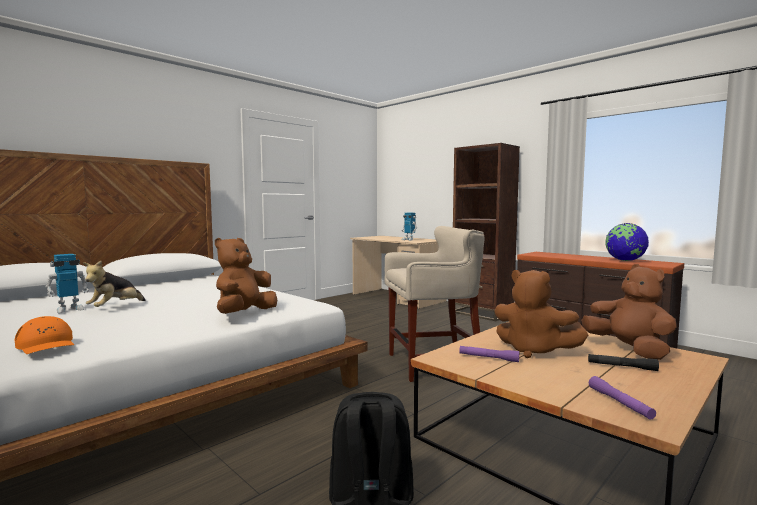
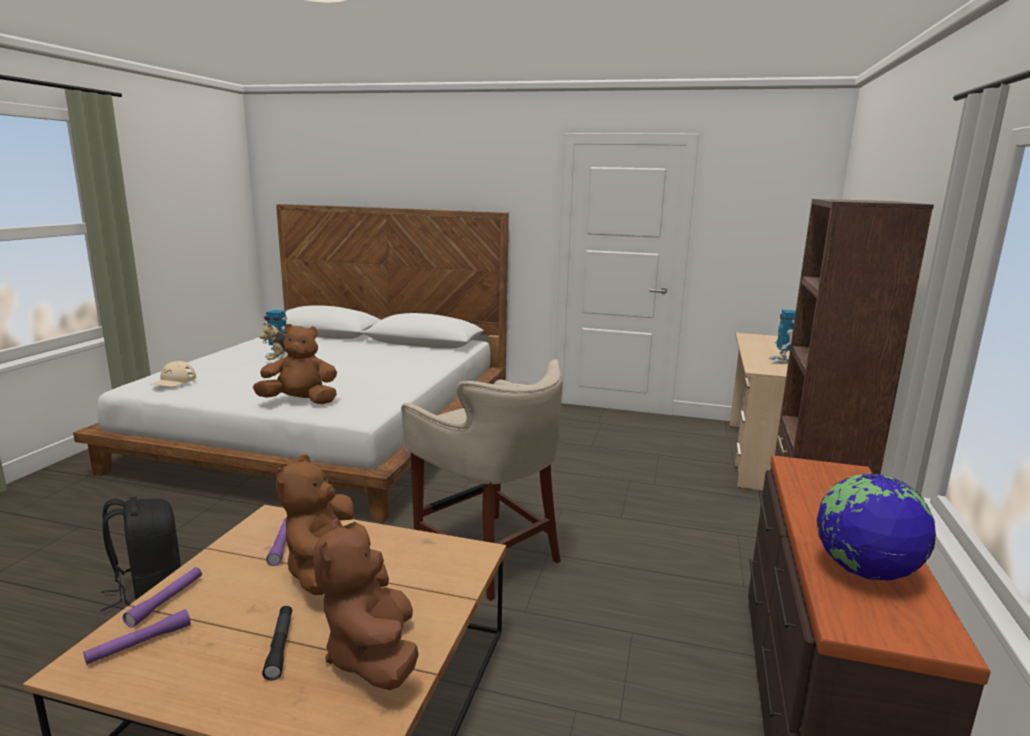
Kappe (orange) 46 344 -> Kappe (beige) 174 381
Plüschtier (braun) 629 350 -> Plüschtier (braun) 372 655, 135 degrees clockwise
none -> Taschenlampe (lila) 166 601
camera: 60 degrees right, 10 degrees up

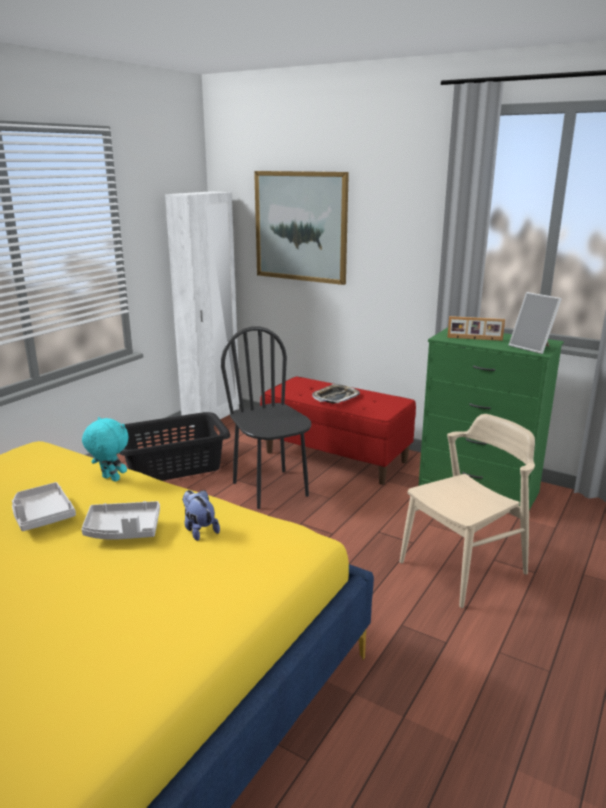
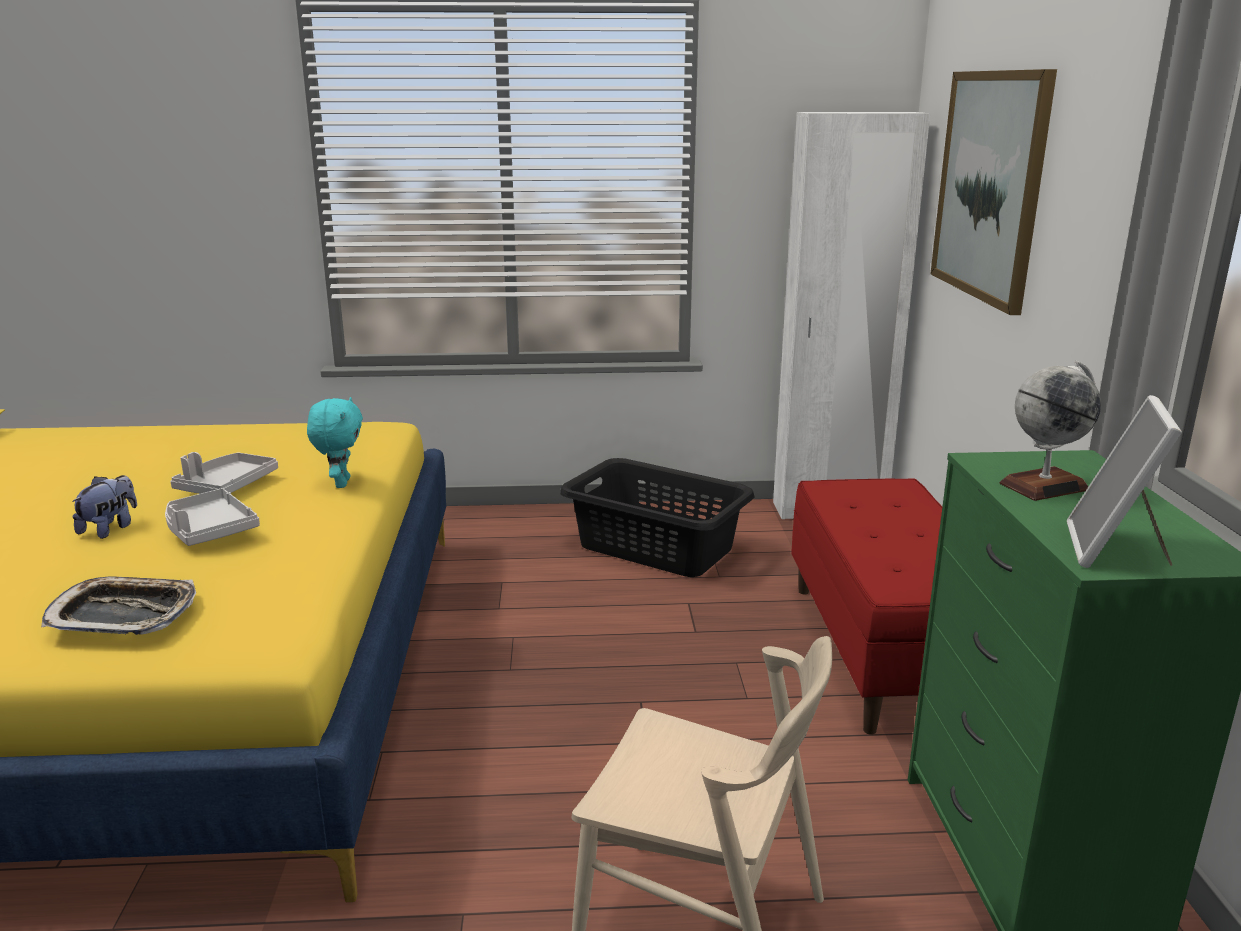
Plüschtier 199 530 -> Plüschtier 110 528, relocated
Stuhl (schwarz) 271 489 -> none
Tablett 335 397 -> Tablett 124 614, relocated
Bilderrahmen 474 339 -> Globus 1044 486
camera: 55 degrees right, 0 degrees up

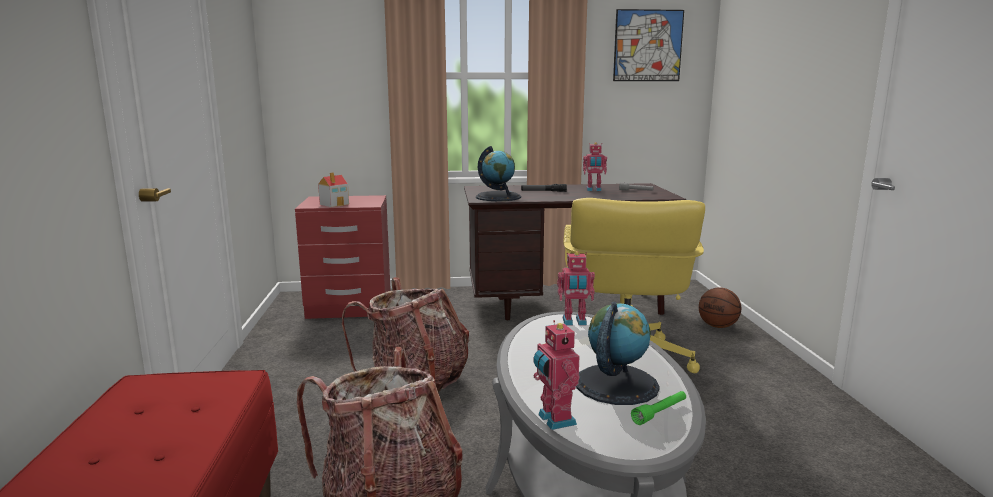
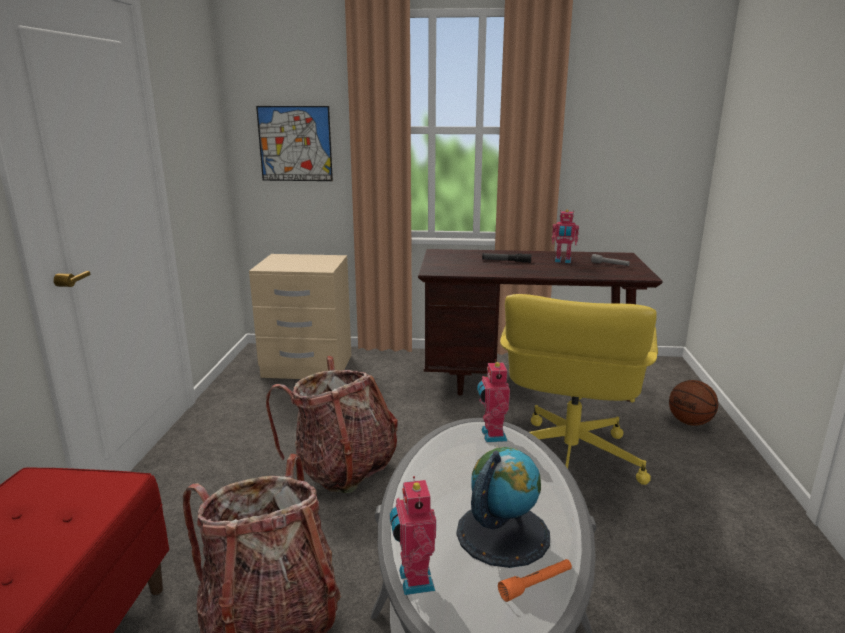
Nachttisch (rot) 349 307 -> Nachttisch (beige) 307 367
Spielzeughaus 334 204 -> none
Globus 498 197 -> none
Spielzeugroboter 574 322 -> Spielzeugroboter 491 435, 75 degrees clockwise
Bild 648 45 -> Bild 295 144, relocated
Taschenlampe (grün) 660 413 -> Taschenlampe (orange) 536 585
camera: 10 degrees right, 5 degrees up

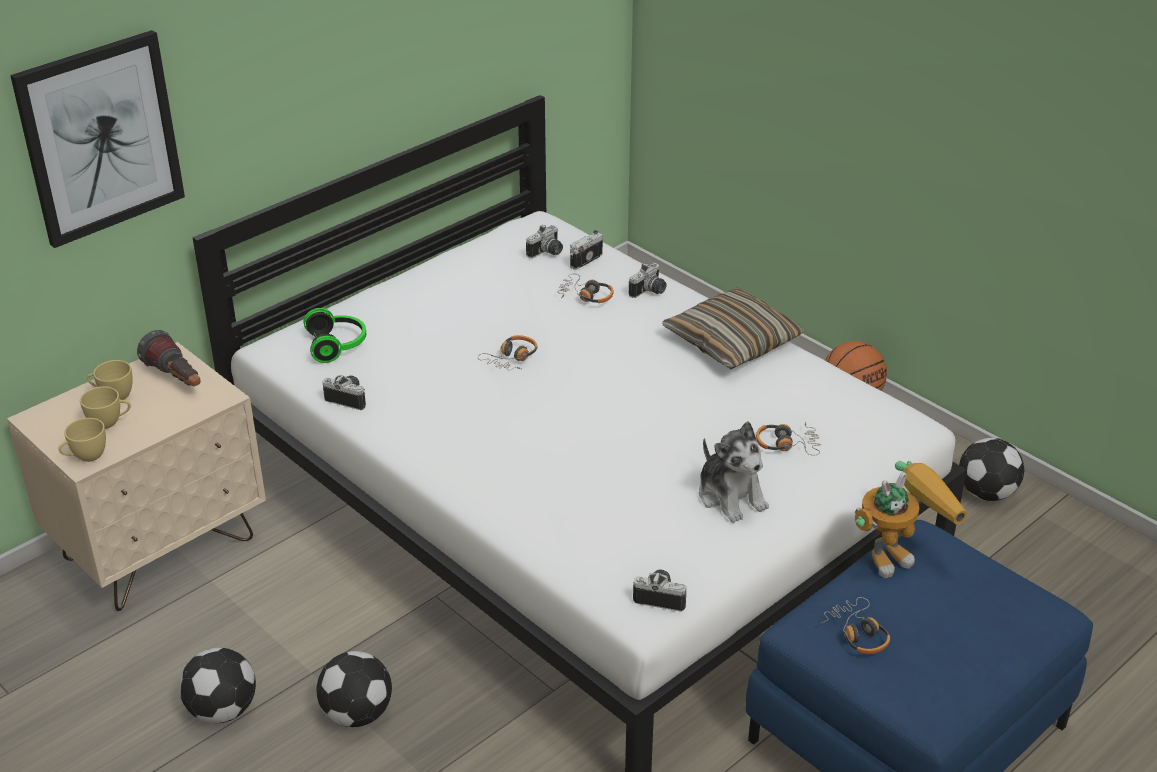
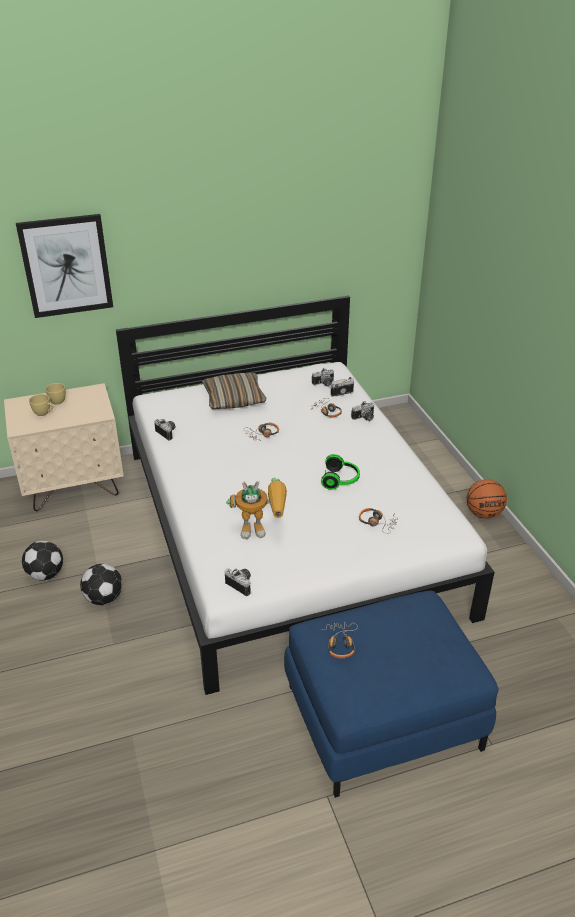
Tasse (gelb) 85 457 -> none
Taschenlampe 177 379 -> none
Kopfhörer 337 345 -> Kopfhörer 341 480, relocated
Kissen 732 342 -> Kissen 234 399, relocated
Plüschtier 731 496 -> none
Spielzeugroboter 898 552 -> Spielzeugroboter 262 529, relocated
Fußball 987 494 -> none
camera: 25 degrees right, 0 degrees up

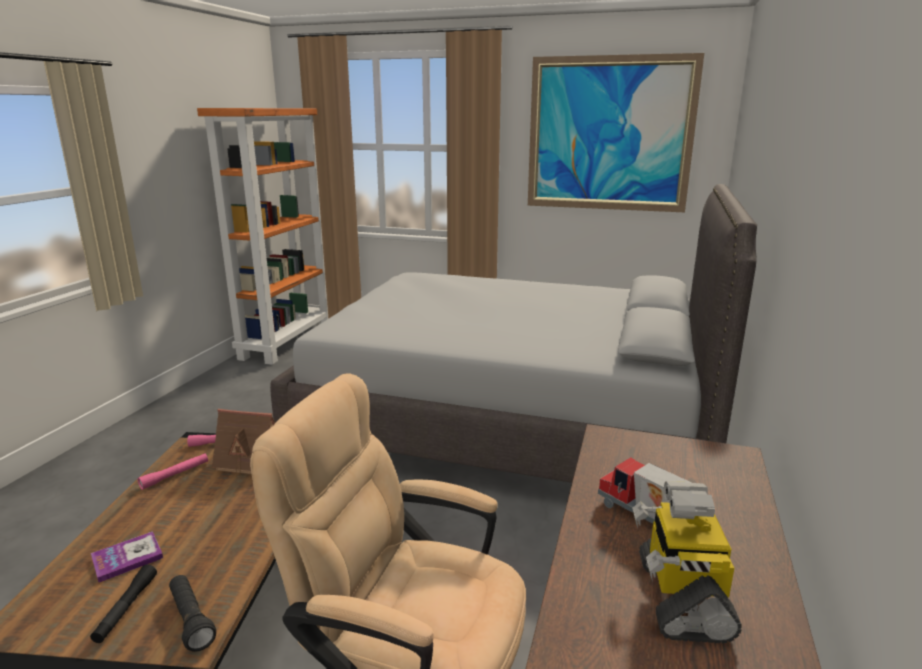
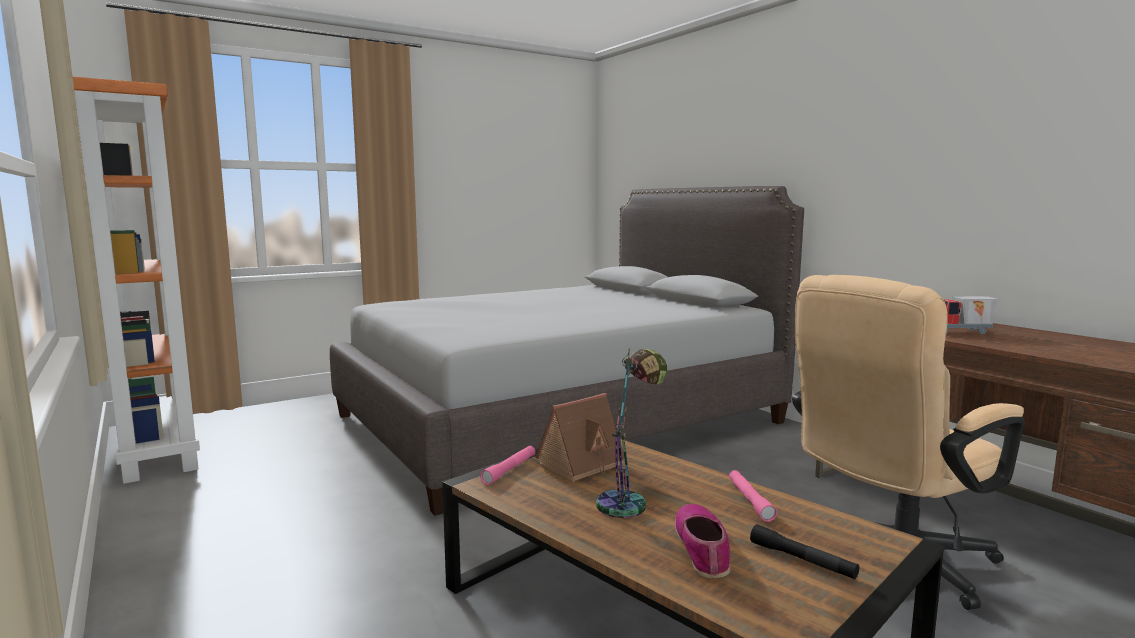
Buch 127 558 -> Schuh 703 548
Taschenlampe (rosa) 175 475 -> Taschenlampe (rosa) 750 501, relocated
Taschenlampe (schwarz) 191 620 -> none
Bild 609 134 -> none
Spielzeugroboter 680 597 -> none
none -> Tischlampe 629 501
camera: 50 degrees left, 10 degrees down

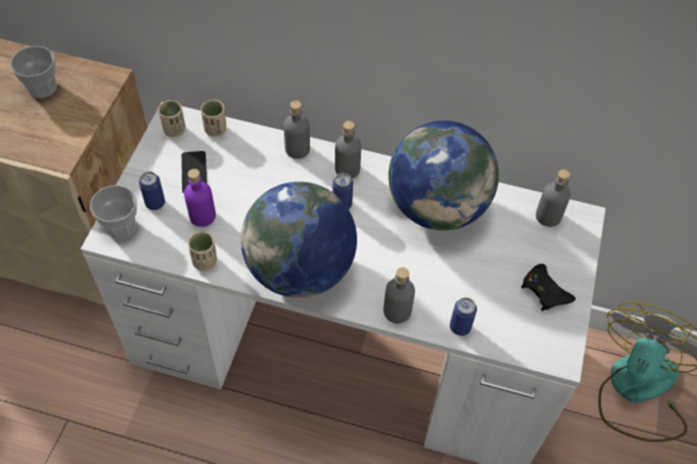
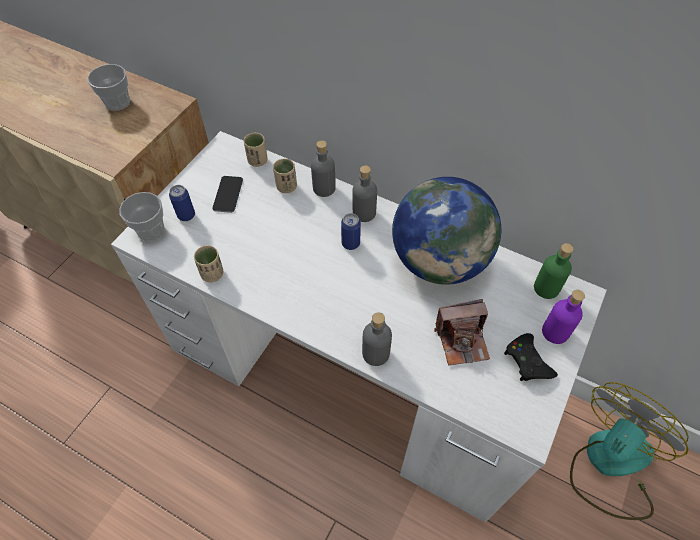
Tasse (beige) 174 130 -> Tasse (beige) 286 187, relocated
Flasche (lila) 202 216 -> Flasche (lila) 555 332, relocated
Globus 300 270 -> none
Dose 460 327 -> none
Flasche (grau) 548 216 -> Flasche (grün) 546 288
none -> Kamera 462 340
camera: 15 degrees right, 0 degrees up

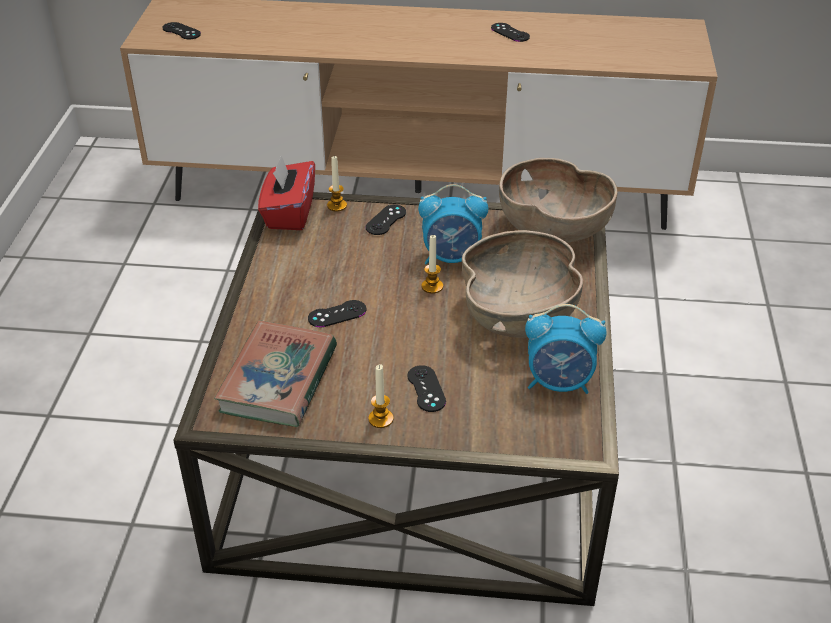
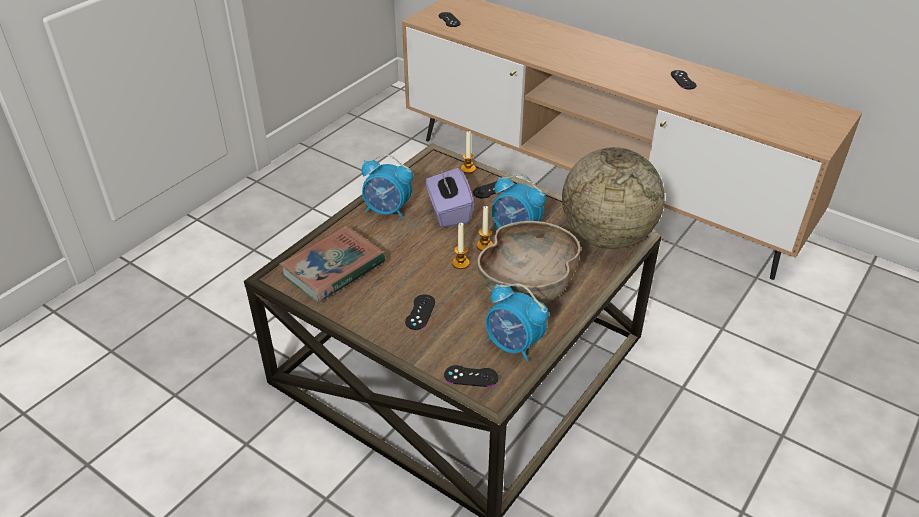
Taschentuchbox (rot) 289 213 -> none
Gamepad (schwarz) 337 314 -> Gamepad (schwarz) 471 376, relocated
Kerze 380 419 -> Kerze 460 263, relocated
Schüssel (braun) 552 230 -> Globus 606 237
none -> Wecker 388 211
none -> Taschentuchbox (lila) 448 212
camera: 30 degrees right, 0 degrees up

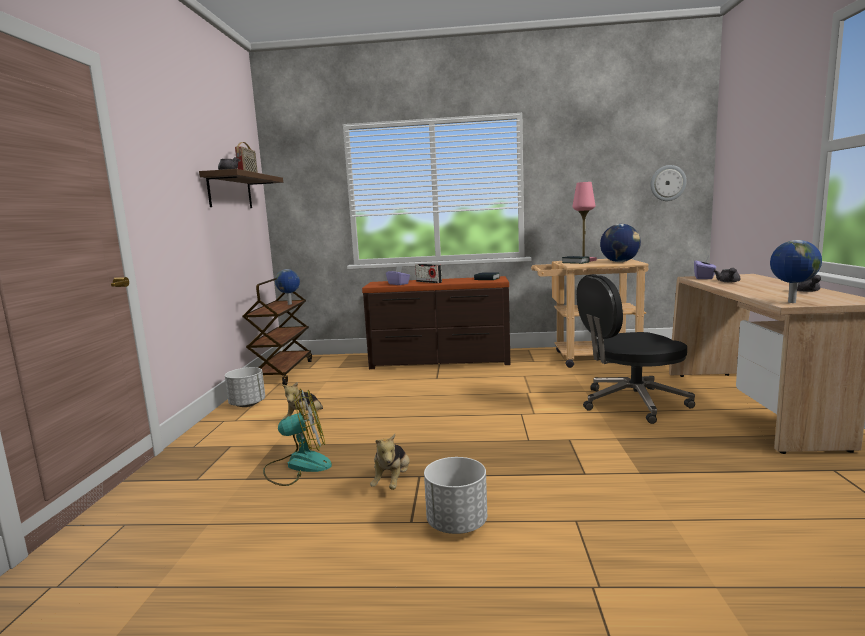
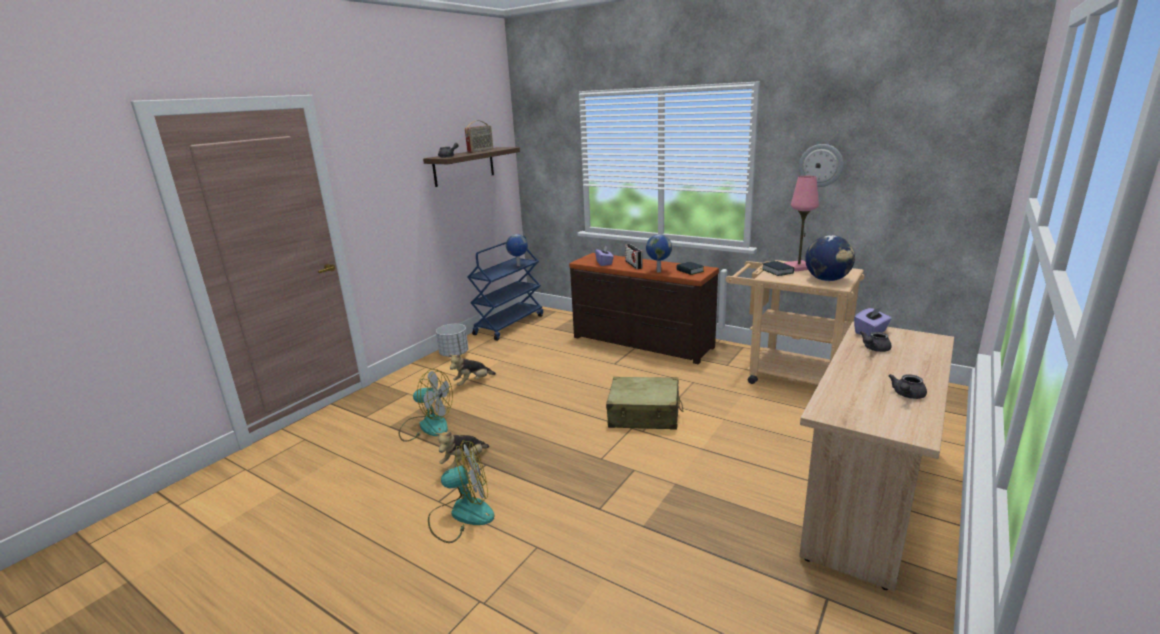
Rollwagen (braun) 283 372 -> Rollwagen (blau) 509 324
Pflanzkübel (weiß) 456 524 -> Ventilator 461 515
Bürostuhl (schwarz) 631 403 -> none
Wanduhr 667 183 -> Wanduhr 821 165, relocated
Globus 791 302 -> Globus 658 271, relocated
none -> Koffer (beige) 644 414
camera: 30 degrees right, 10 degrees up

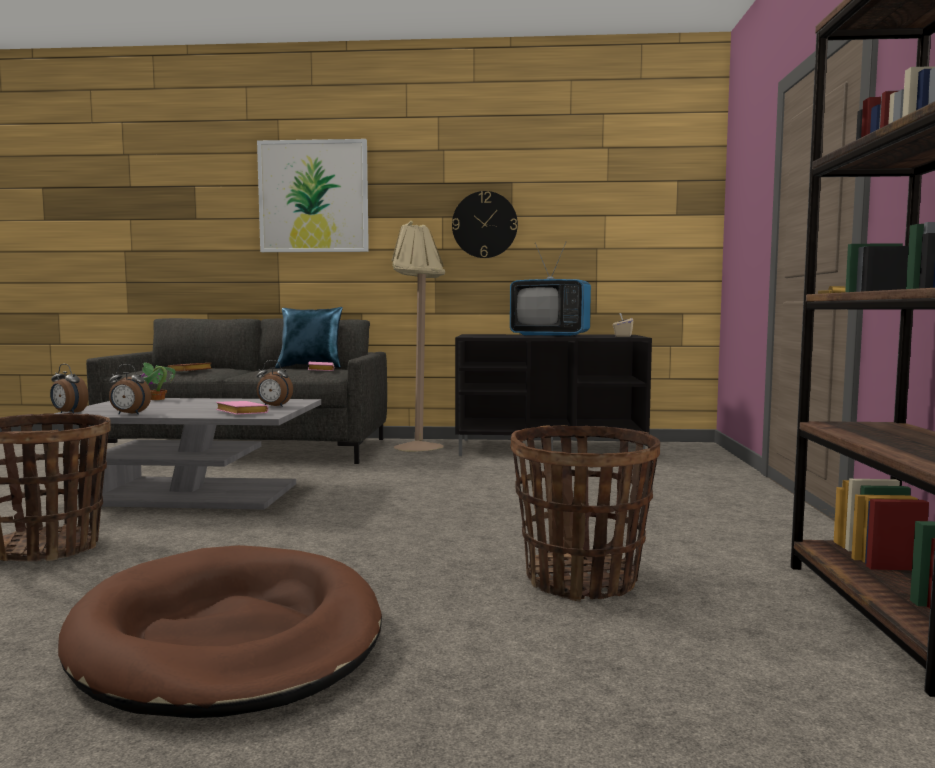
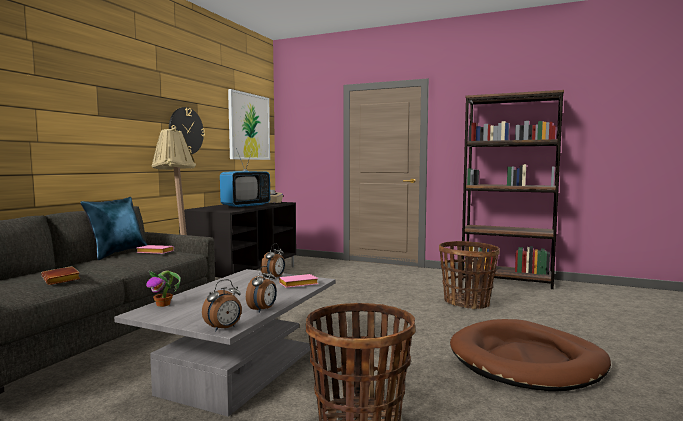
Bild 313 196 -> Bild 249 127, relocated
camera: 70 degrees left, 0 degrees up

